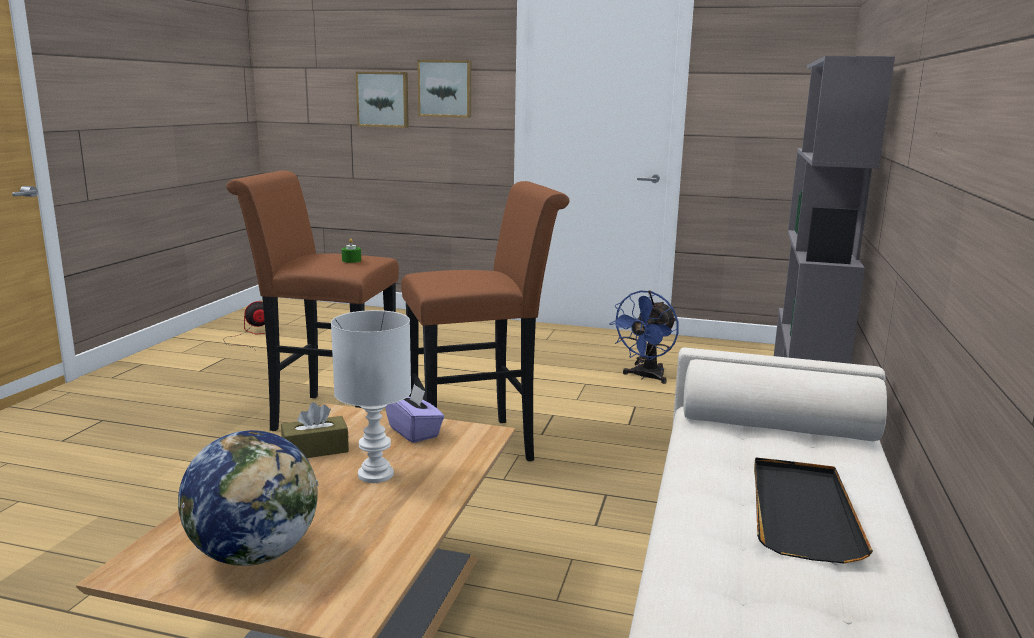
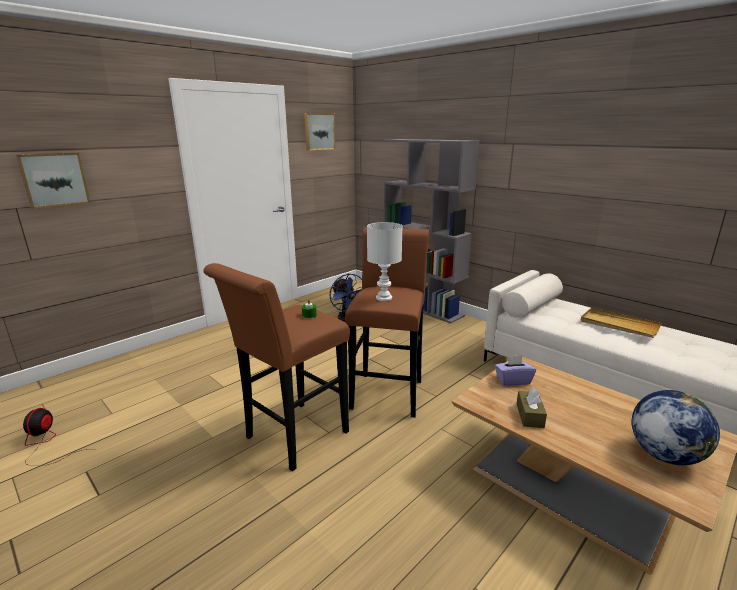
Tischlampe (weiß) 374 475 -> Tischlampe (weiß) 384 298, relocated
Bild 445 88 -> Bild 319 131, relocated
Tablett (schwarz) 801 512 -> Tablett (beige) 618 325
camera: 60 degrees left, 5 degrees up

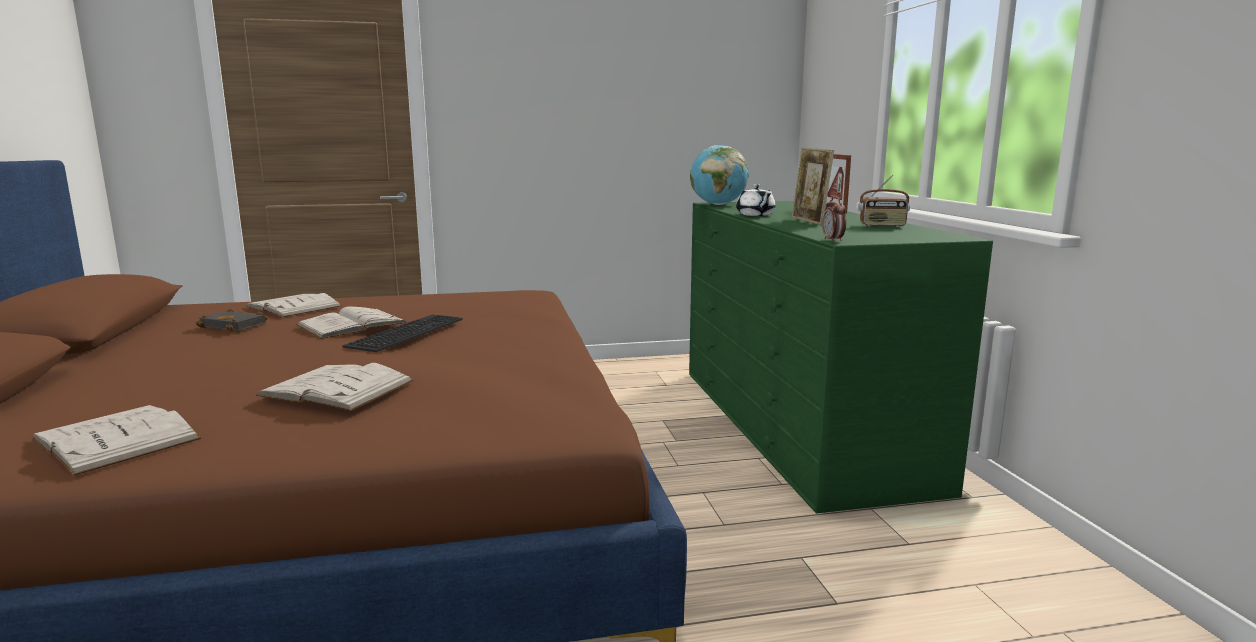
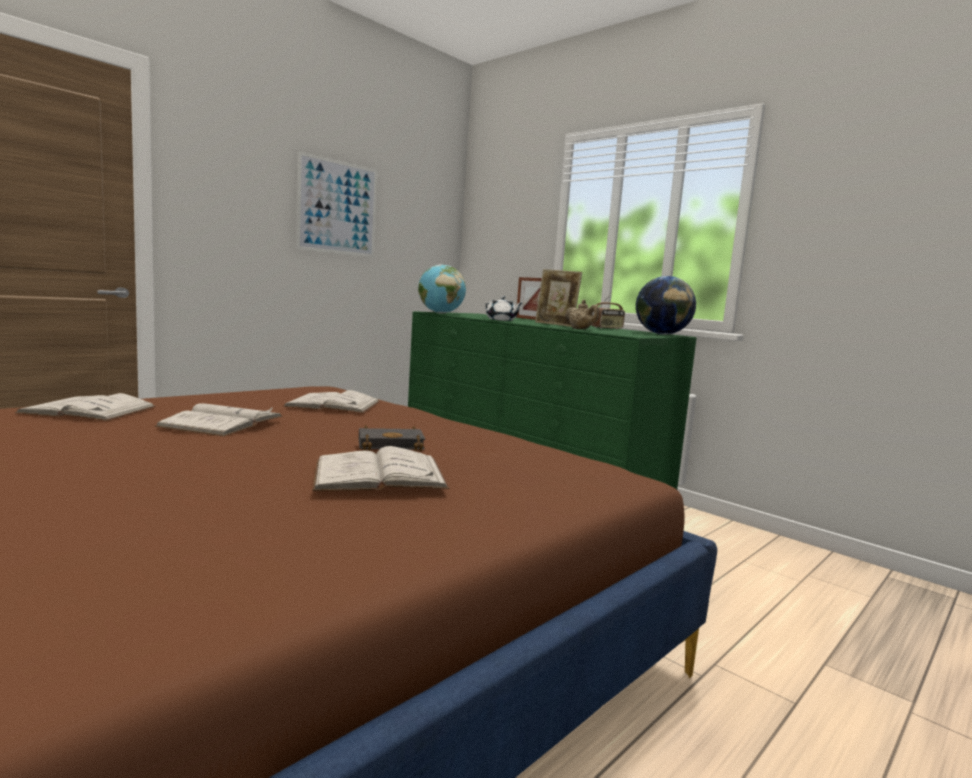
Buch (weiß) 116 439 -> Buch (weiß) 333 404, relocated
Buch (schwarz) 236 325 -> Buch (schwarz) 392 444, relocated
Tastatur 405 332 -> none
Wecker 833 240 -> none
none -> Bild 337 207
none -> Teekanne (beige) 581 329
none -> Globus 662 334
camera: 35 degrees left, 5 degrees down

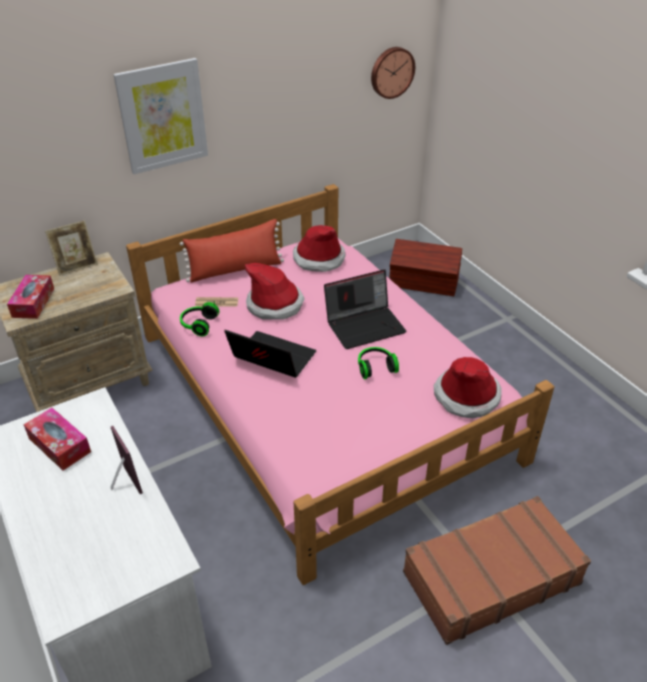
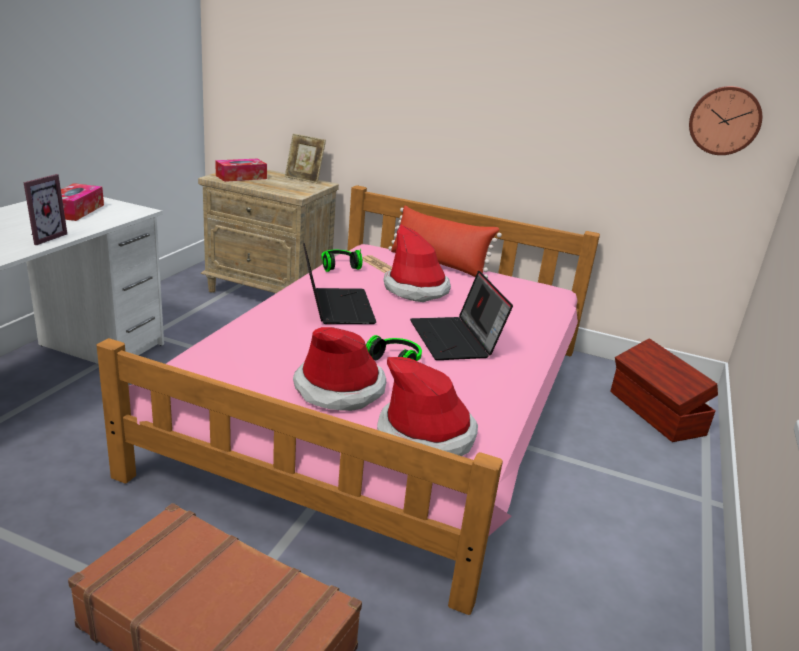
Bild 162 116 -> none
Hut 319 258 -> Hut 339 388, relocated
Laptop 365 325 -> Laptop 456 340, 45 degrees clockwise
camera: 50 degrees right, 15 degrees down

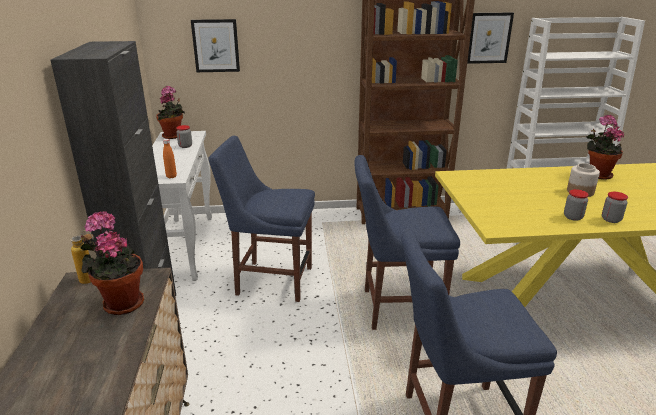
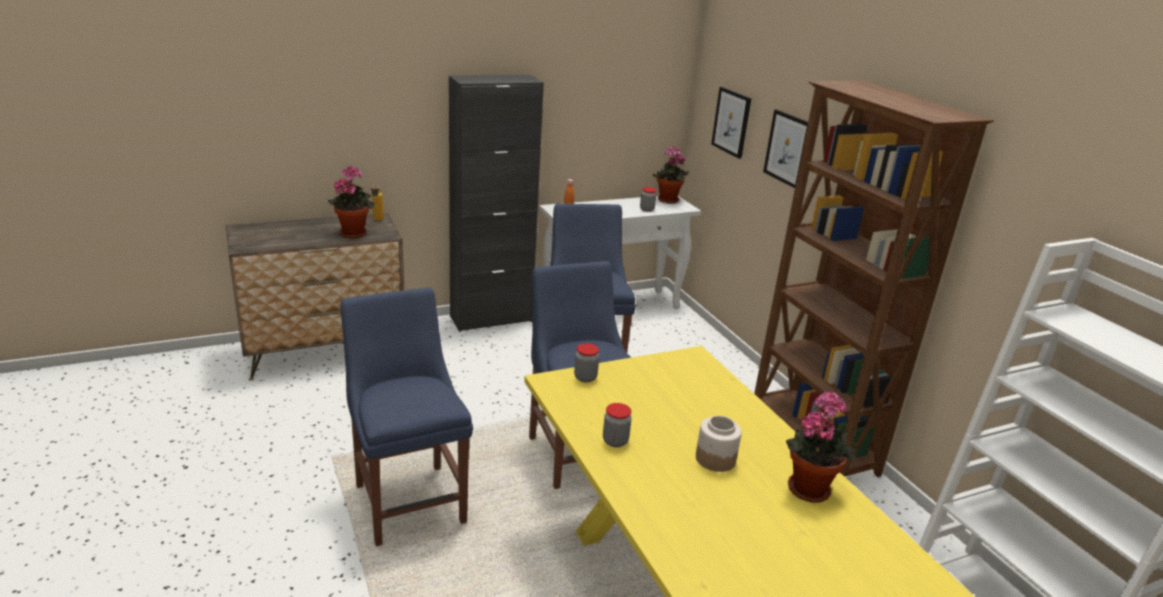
Bild 489 38 -> Bild 788 148, relocated
Vorratsglas 611 219 -> Vorratsglas 585 377, relocated
camera: 70 degrees right, 0 degrees up

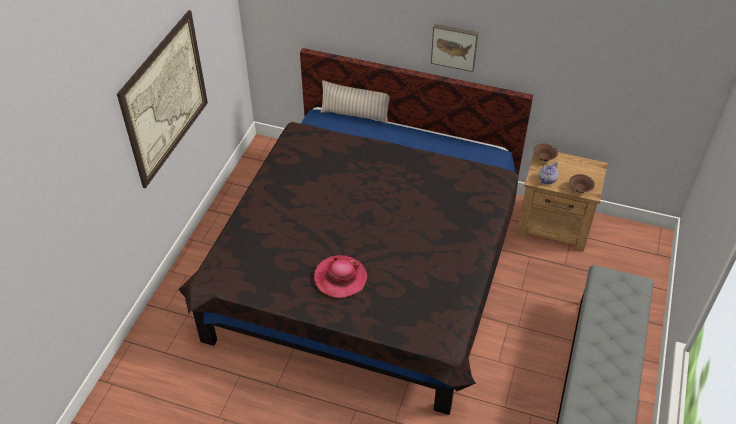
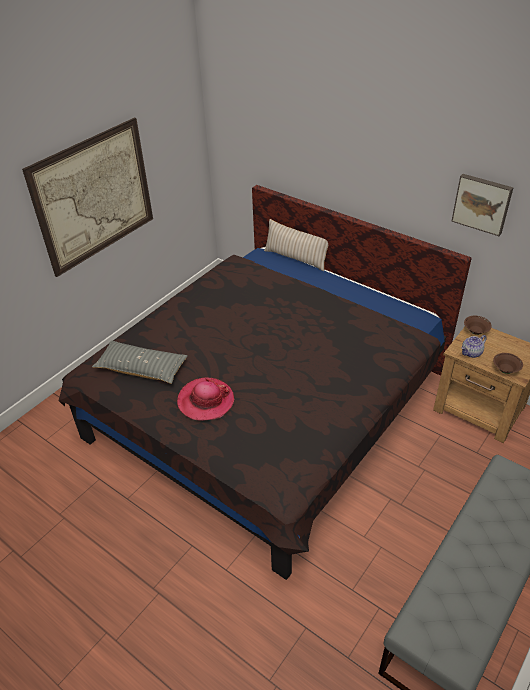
Bild 454 46 -> Bild 482 203, relocated
none -> Kissen (grau) 141 368
camera: 20 degrees right, 5 degrees down

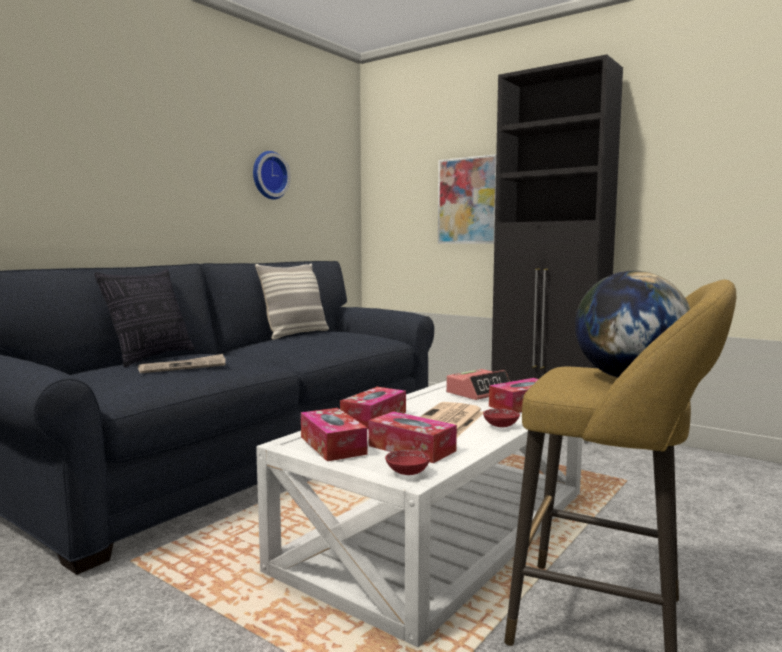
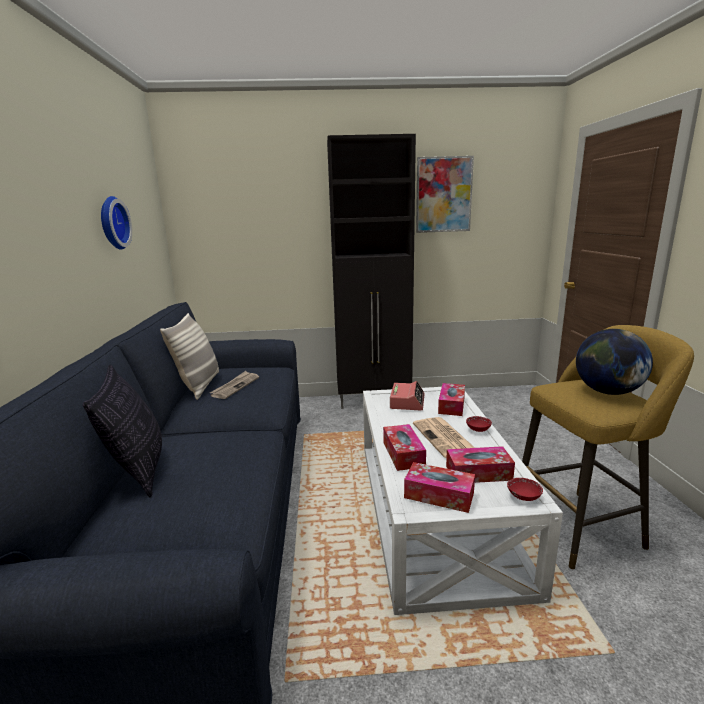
Zeitung 183 367 -> Zeitung 235 386, relocated
Bild 468 201 -> Bild 443 195, relocated
camera: 40 degrees left, 10 degrees up

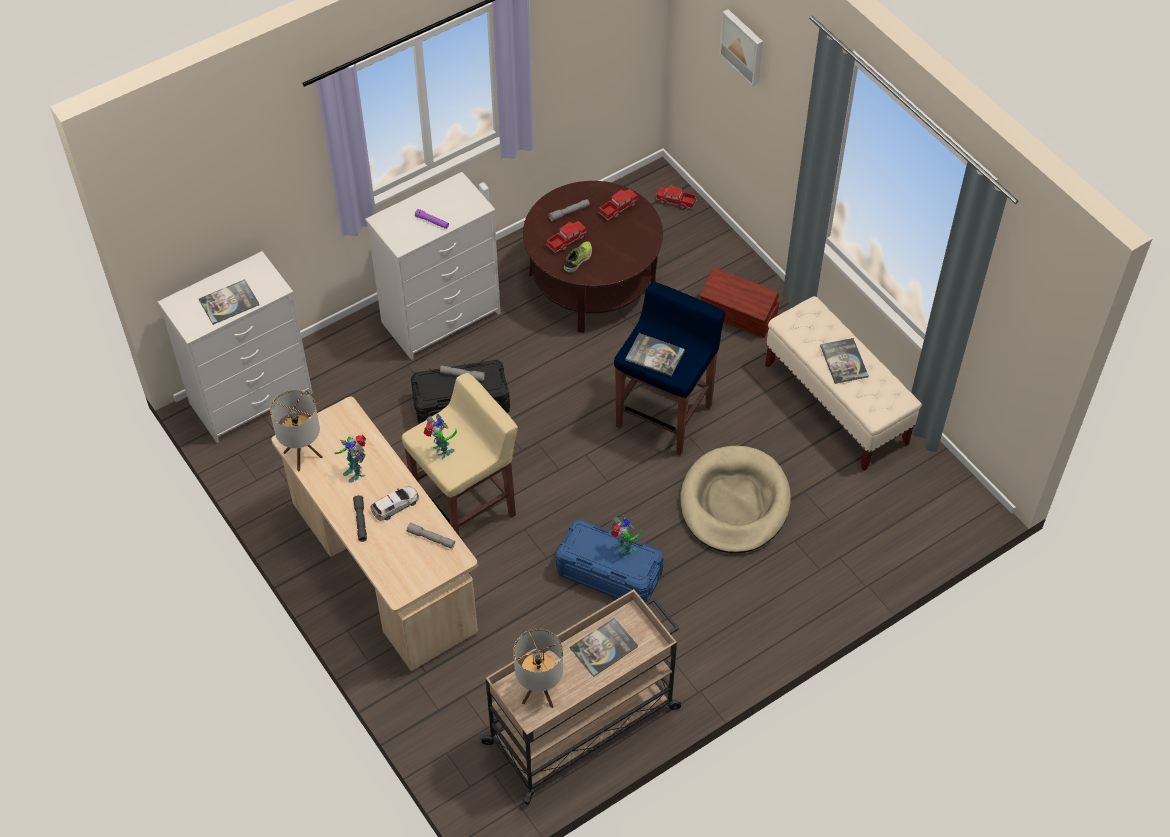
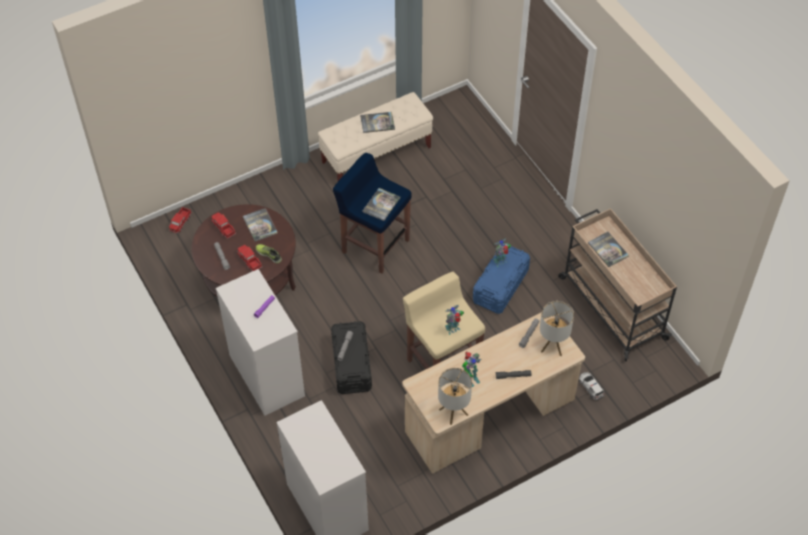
Buch 229 302 -> Buch 260 225, relocated
Spielzeugauto 395 505 -> Spielzeugauto 591 387, relocated
Tischlampe 540 691 -> Tischlampe 552 345, relocated
Hundebett (beige) 734 503 -> none
Aufbewahrungsbox (braun) 738 315 -> none
Bild 743 46 -> none
camera: 85 degrees left, 0 degrees up

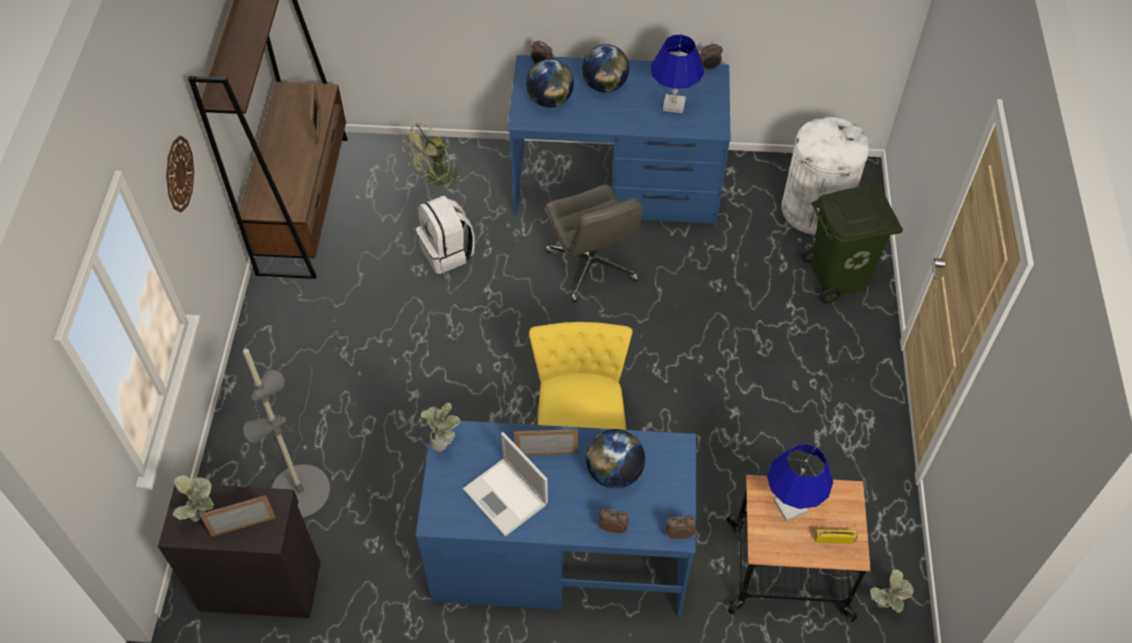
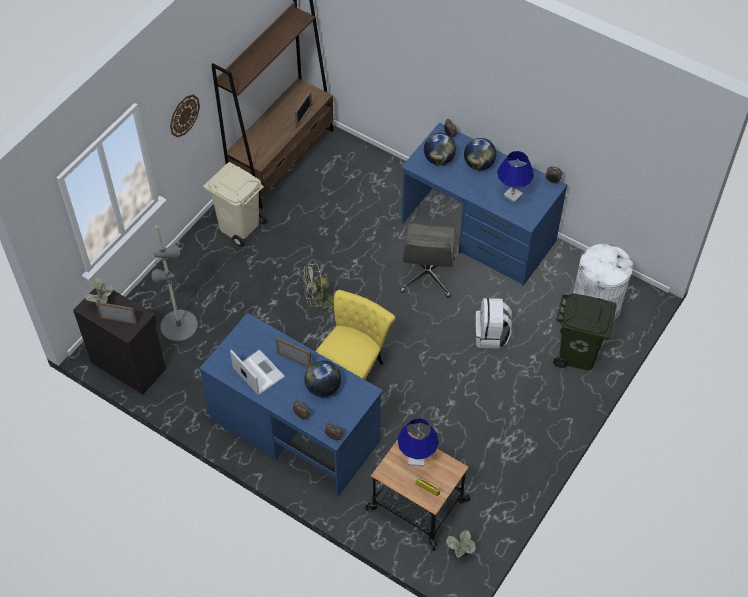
Ventilator (grün) 435 180 -> Ventilator (grün) 318 303, relocated
Rucksack (weiß) 447 252 -> Rucksack (weiß) 491 335, relocated
Topfpflanze 443 441 -> none
Laptop 506 497 -> Laptop 258 372, 150 degrees clockwise
none -> Mülleimer (beige) 240 226
camera: 30 degrees right, 0 degrees up

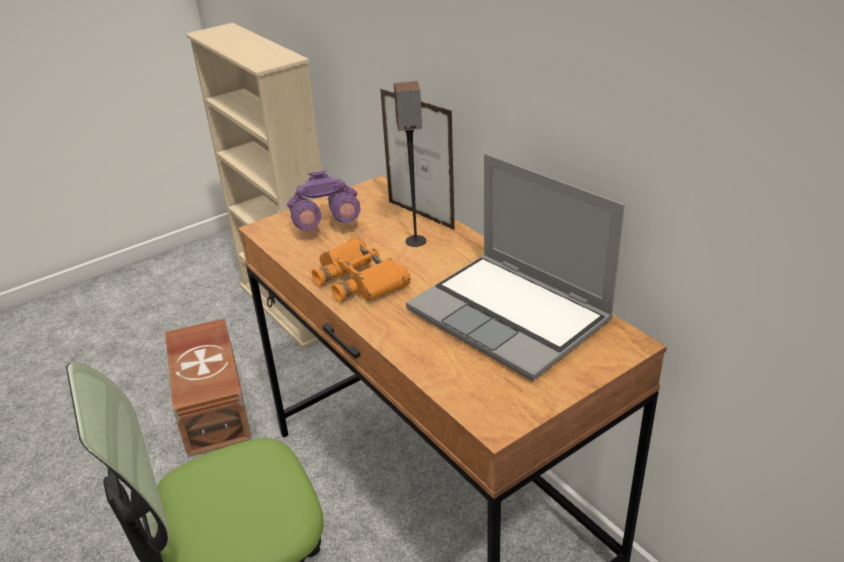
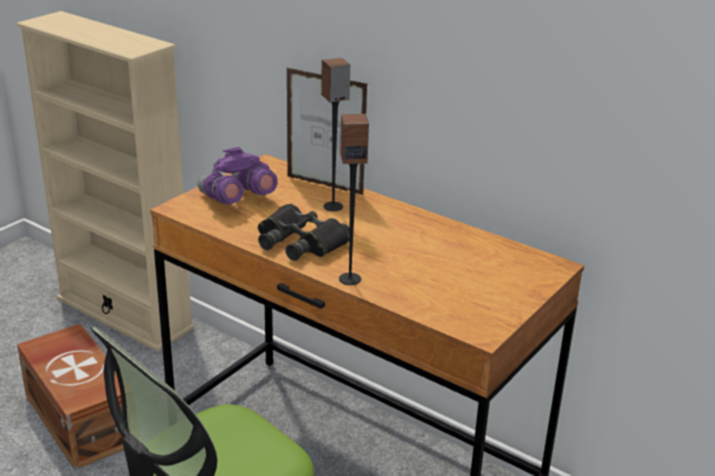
Fernglas (orange) 359 279 -> Fernglas (schwarz) 300 242
Laptop 512 316 -> none
none -> Lautsprecher 350 279
camera: 20 degrees left, 5 degrees down

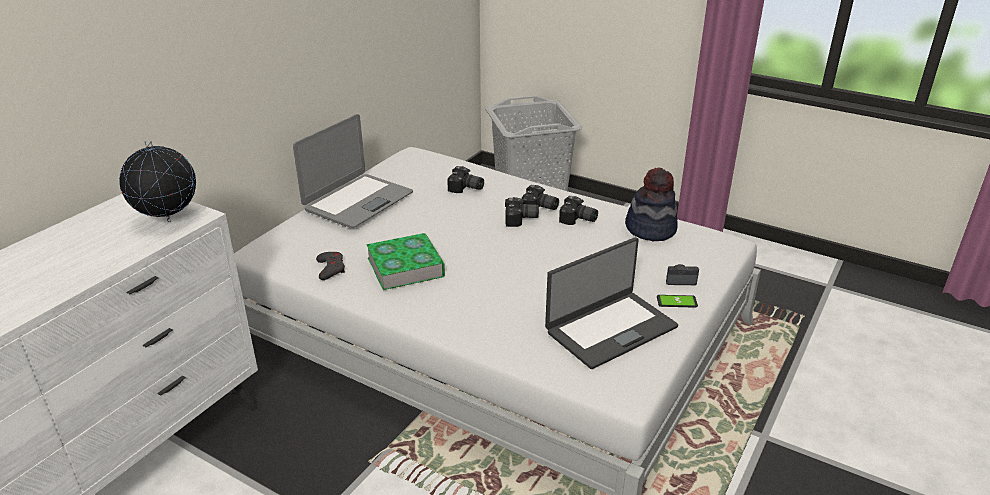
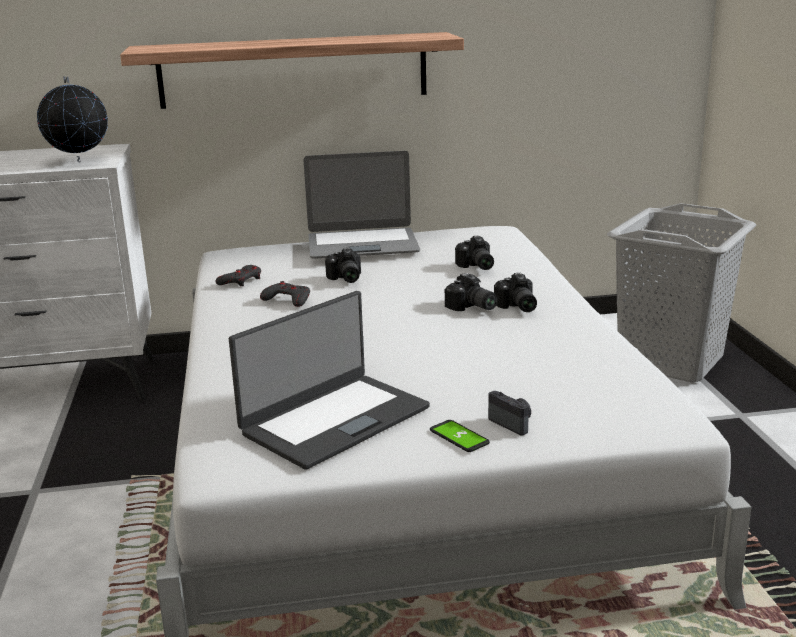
Buch 405 267 -> Gamepad (grau) 287 299
Laptop 610 328 -> Laptop 334 420, 60 degrees counterclockwise
Kamera 578 220 -> Kamera 344 279, relocated
Hut 650 229 -> none
none -> Wandregal 294 70
camera: 50 degrees right, 10 degrees down

